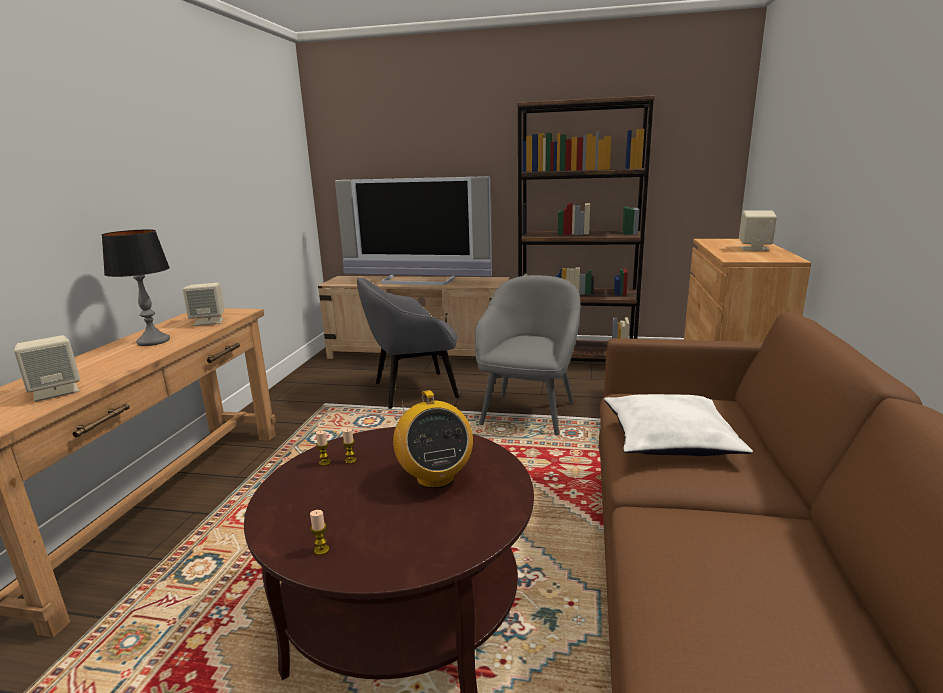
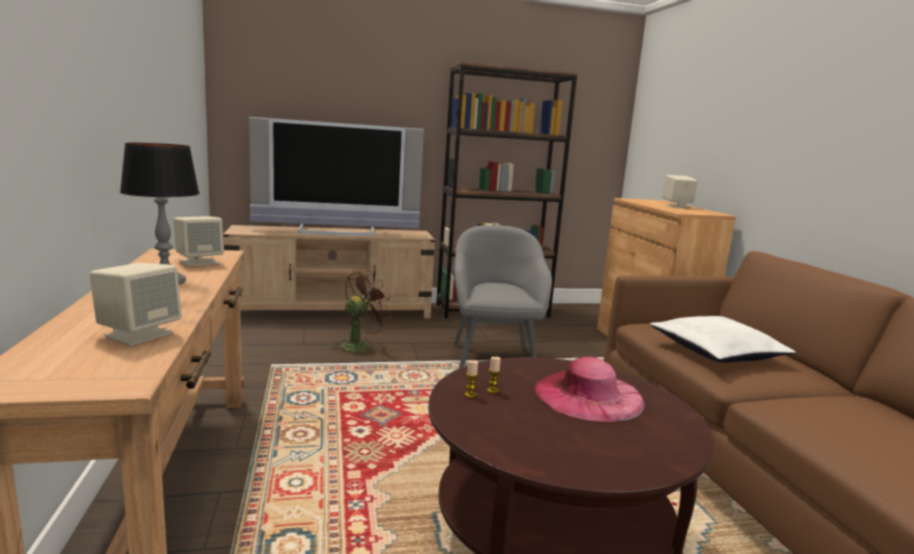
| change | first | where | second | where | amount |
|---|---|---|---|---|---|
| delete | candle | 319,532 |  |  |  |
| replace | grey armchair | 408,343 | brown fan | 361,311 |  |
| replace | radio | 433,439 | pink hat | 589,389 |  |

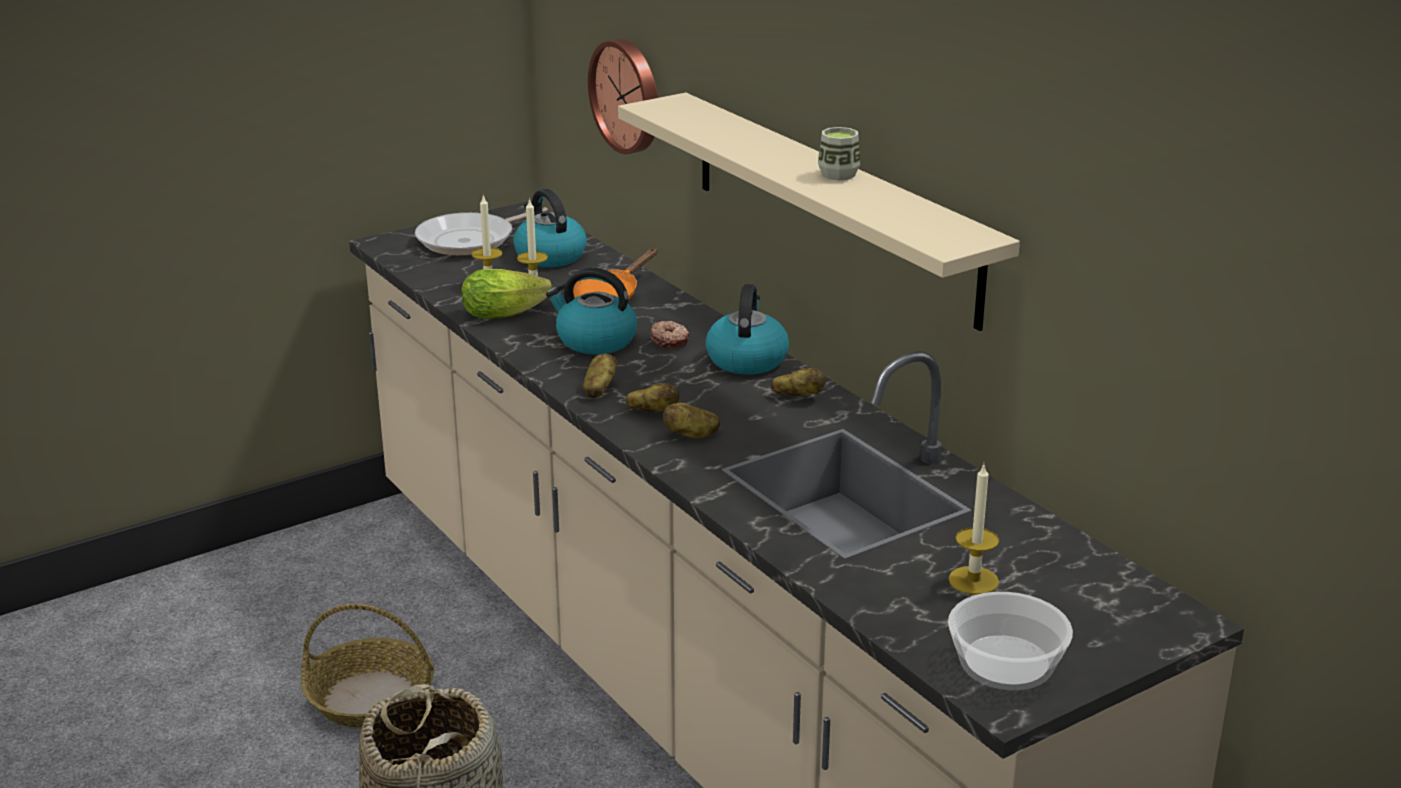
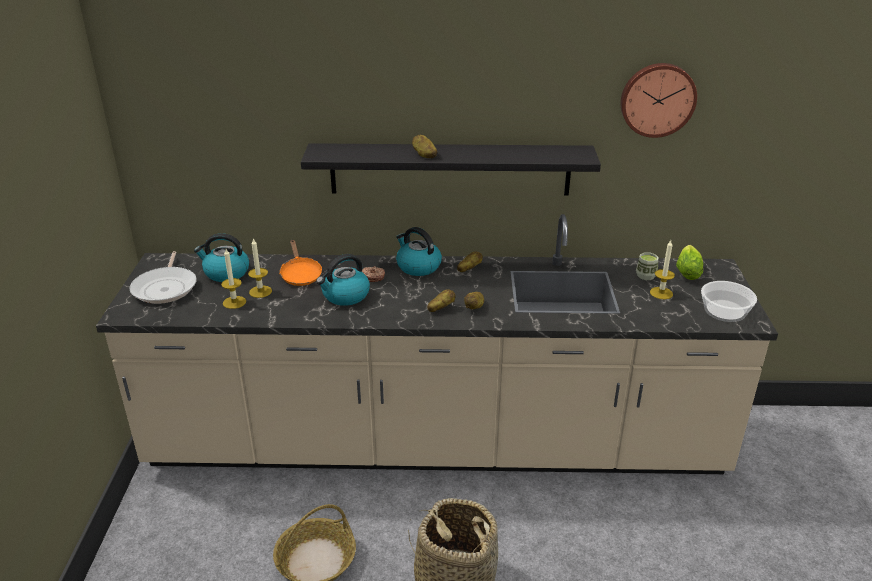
| change | first | where | second | where | amount |
|---|---|---|---|---|---|
| move | lettuce | 506,294 |  | 689,262 |  |
| move | potato | 600,376 |  | 424,146 |  |
| move | wall clock | 623,96 |  | 659,100 |  |
| recolor | beige shelf | 819,212 | black shelf | 451,169 |  |
| move | cup | 839,153 |  | 647,266 |  |

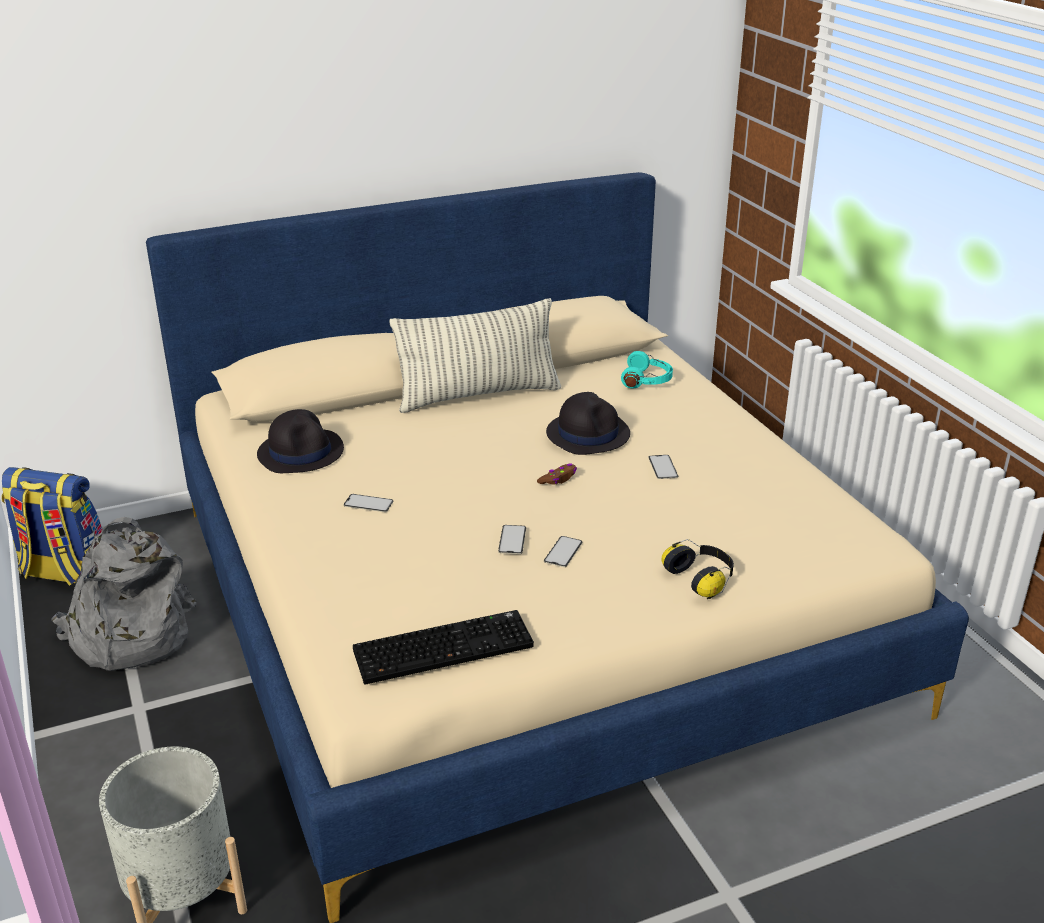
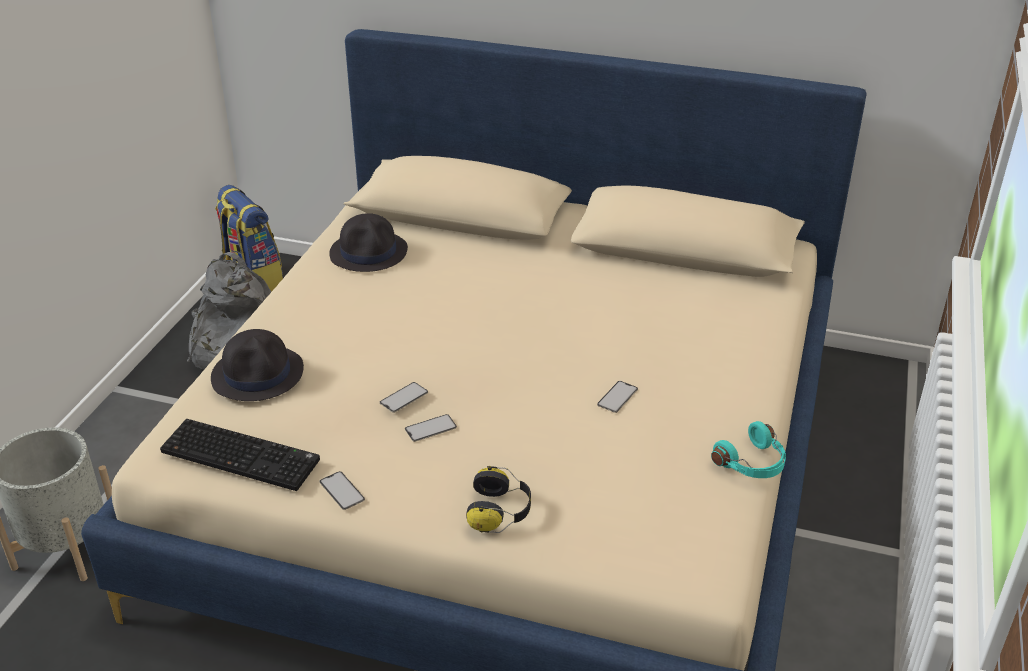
| change | first | where | second | where | amount |
|---|---|---|---|---|---|
| move | phone | 368,503 |  | 342,490 |  |
| delete | pillow | 475,355 |  |  |  |
| delete | brown game controller | 557,474 |  |  |  |
| move | black hat | 588,423 |  | 257,365 |  |
| move | turquoise headphones | 647,369 |  | 748,449 |  |

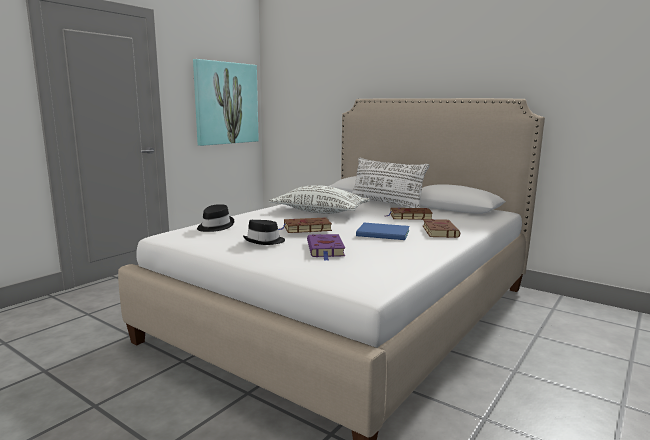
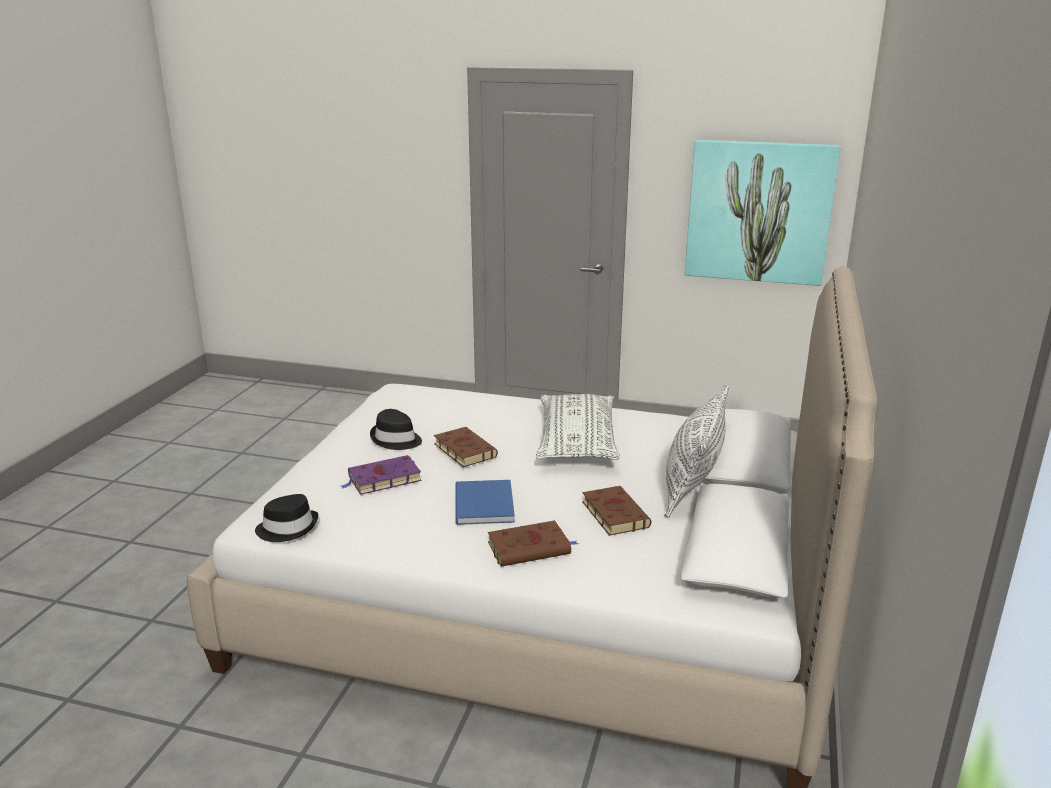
| change | first | where | second | where | amount |
|---|---|---|---|---|---|
| move | black hat | 215,218 |  | 286,518 |  |

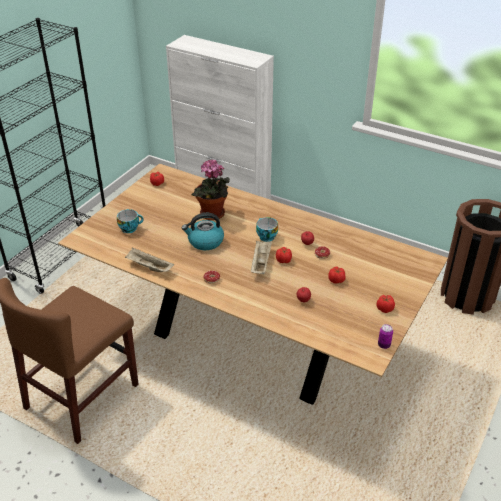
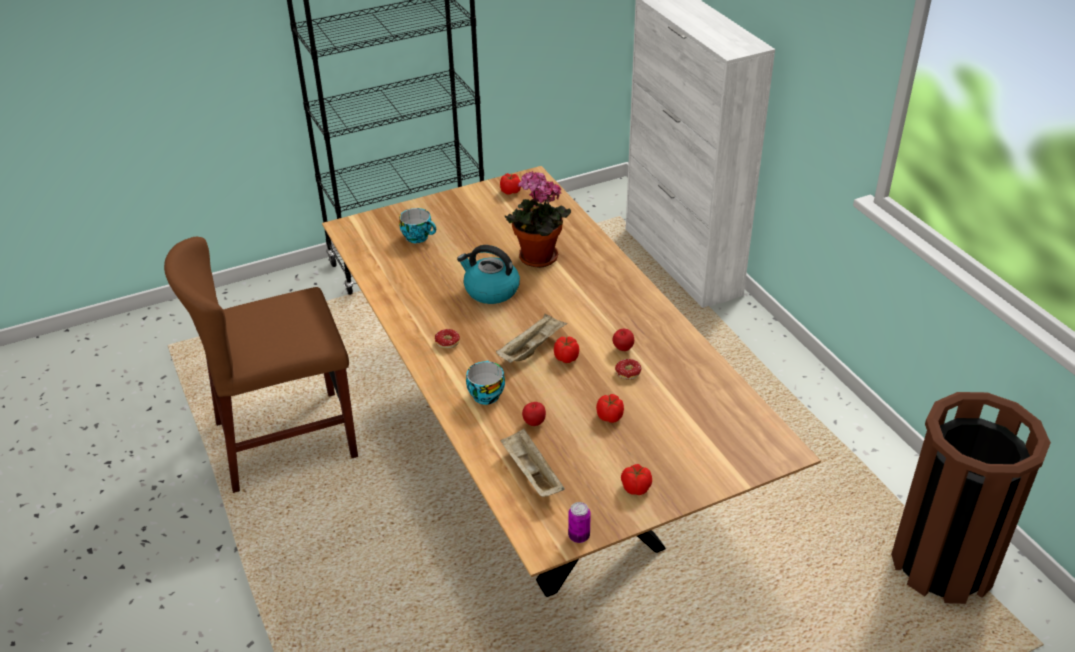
| change | first | where | second | where | amount |
|---|---|---|---|---|---|
| move | beige tray | 149,260 |  | 533,463 |  |
| move | cup | 267,229 |  | 485,382 |  |

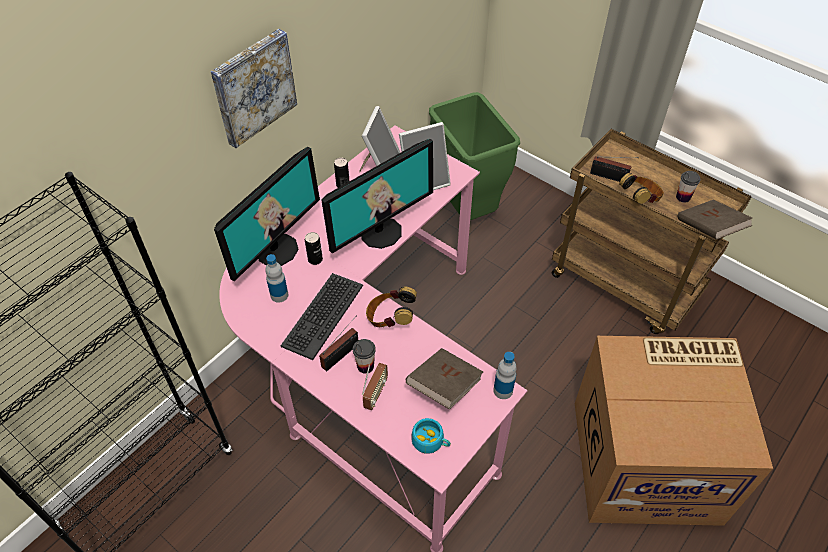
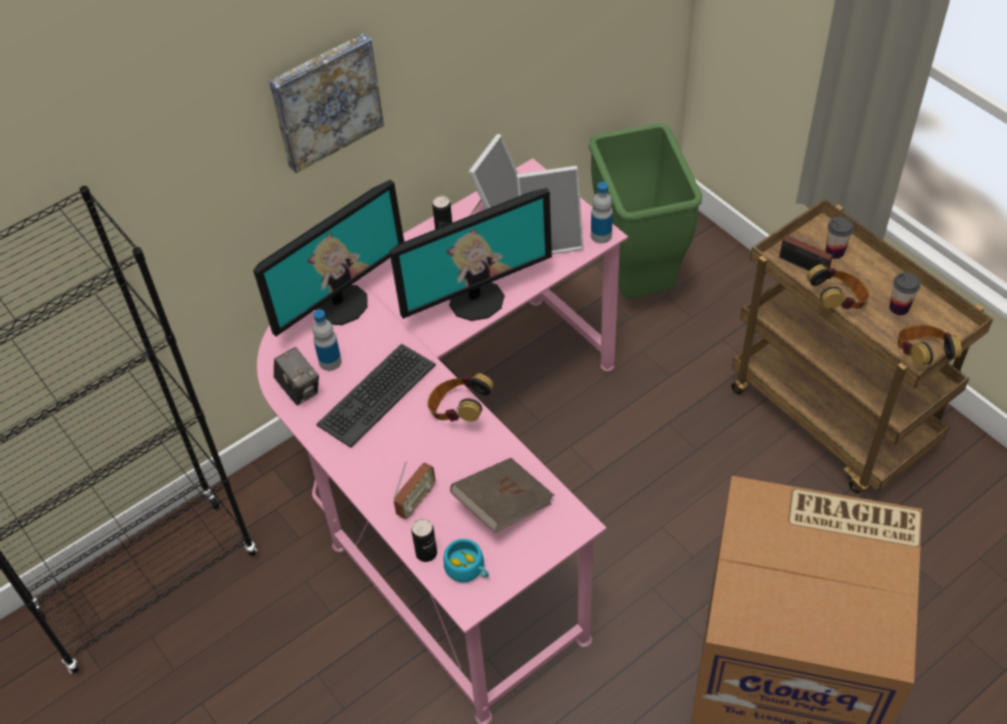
| change | first | where | second | where | amount |
|---|---|---|---|---|---|
| move | can | 314,248 |  | 424,540 |  |
| delete | radio | 338,343 |  |  |  |
| move | cup | 364,356 |  | 839,238 |  |
| move | bottle | 505,375 |  | 602,213 |  |
| replace | brown book | 715,220 | headphones | 930,345 |  |
| insert |  |  | photo camera | 296,376 |  |

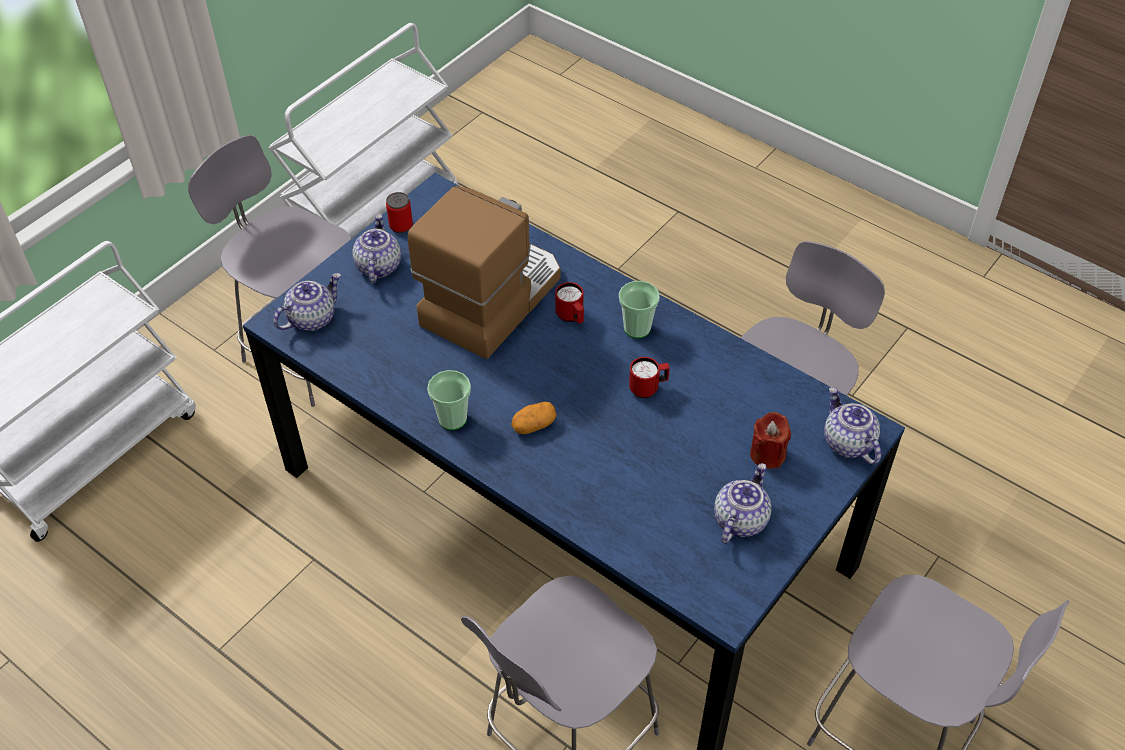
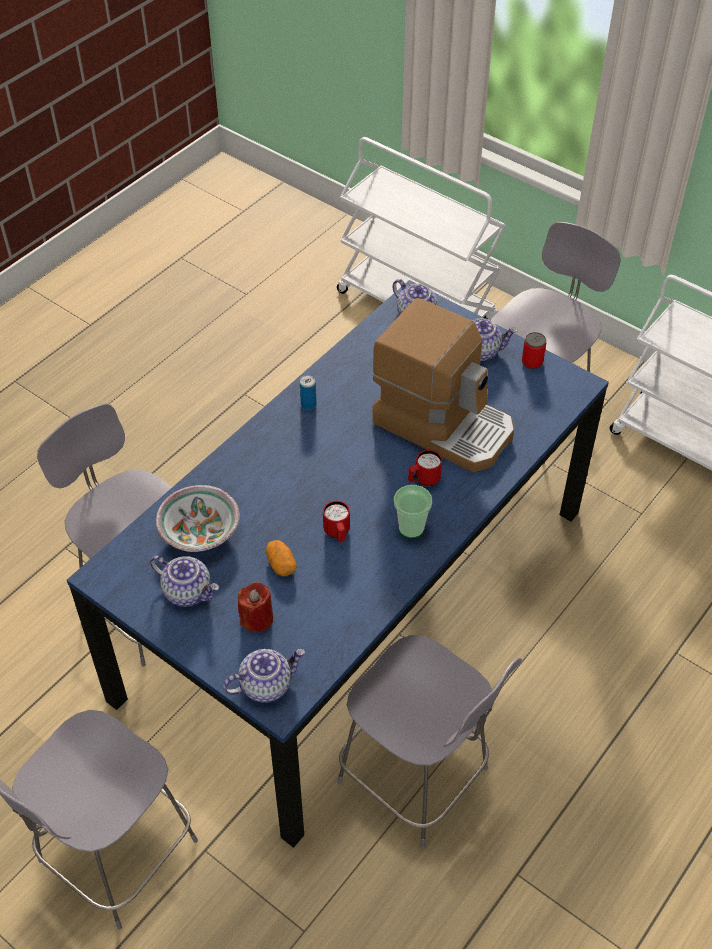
| change | first | where | second | where | amount |
|---|---|---|---|---|---|
| replace | cup | 449,400 | can | 308,392 |  |
| move | potato | 533,418 |  | 281,558 |  |
| insert |  |  | bowl | 198,518 |  |

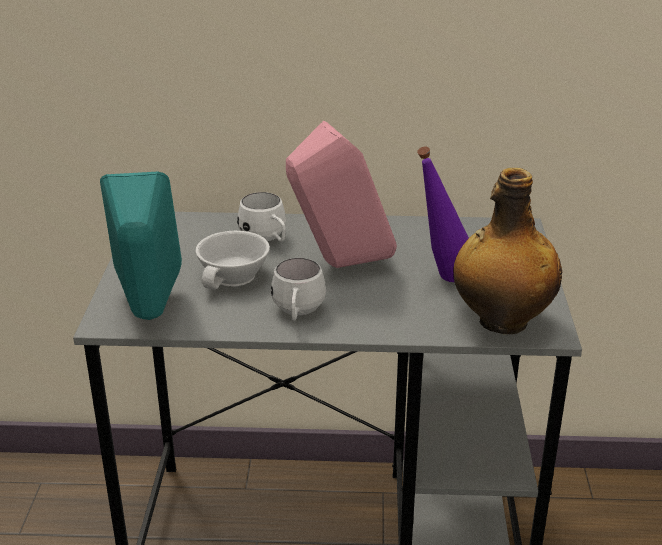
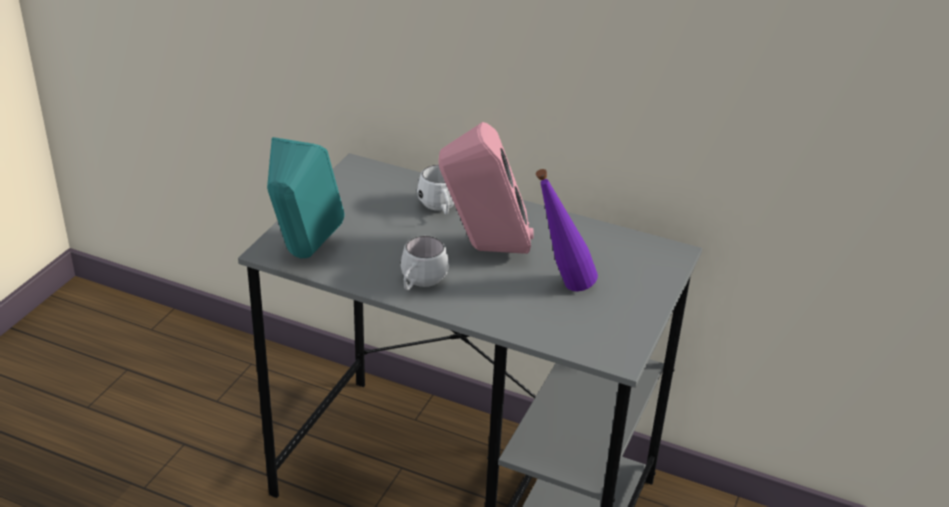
| change | first | where | second | where | amount |
|---|---|---|---|---|---|
| delete | white cup | 232,260 |  |  |  |
| delete | bottle | 507,251 |  |  |  |

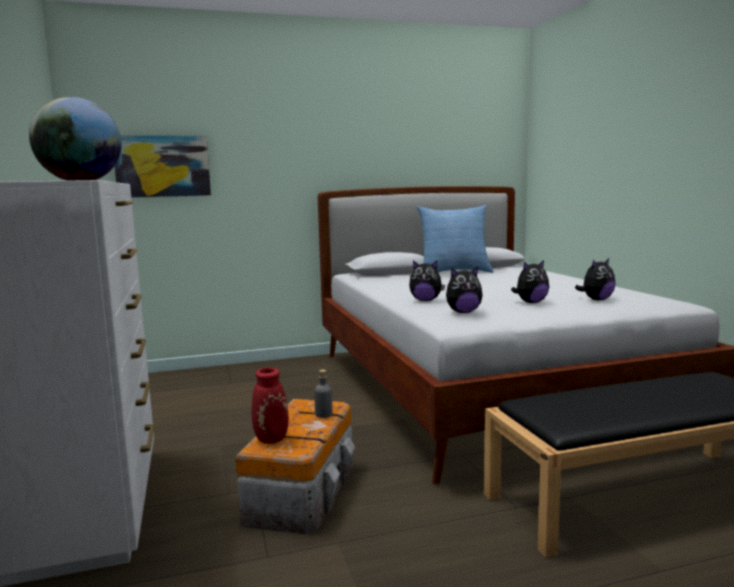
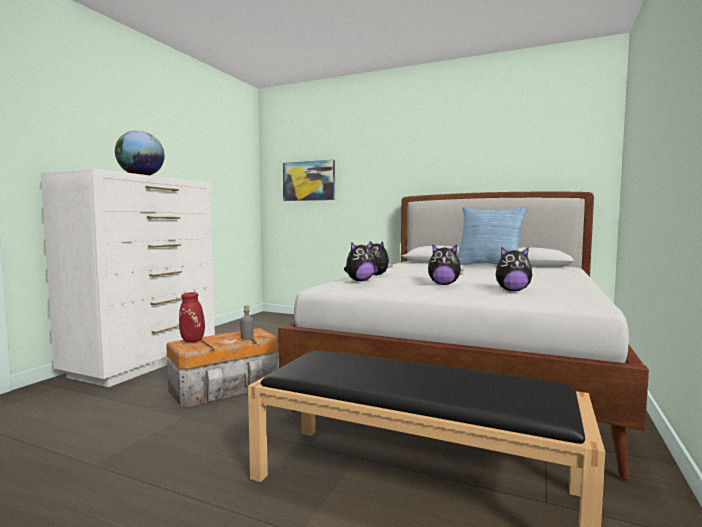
| change | first | where | second | where | amount |
|---|---|---|---|---|---|
| rotate | plush toy | 464,290 |  | 360,261 | 60 degrees counterclockwise |

